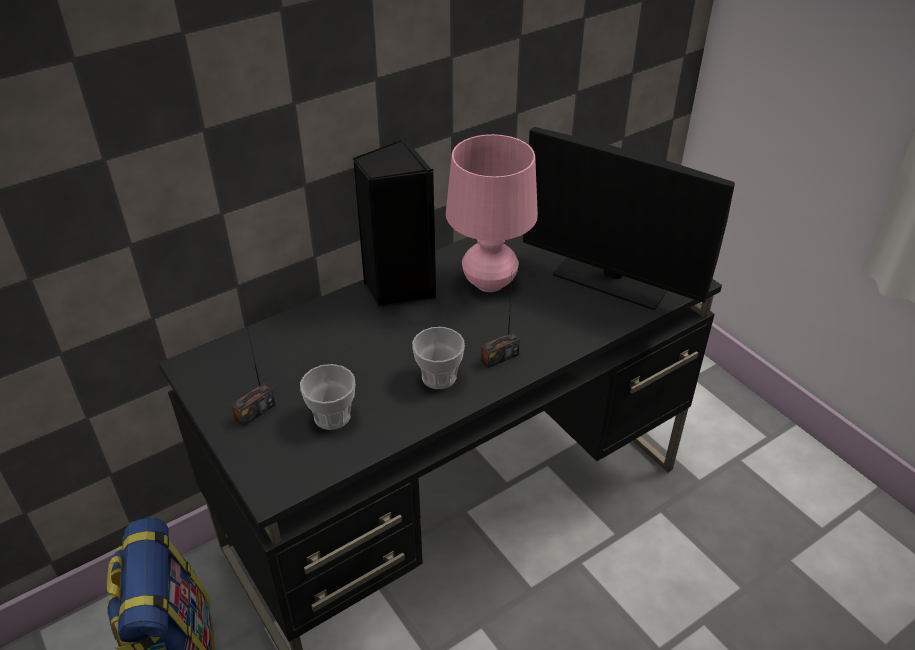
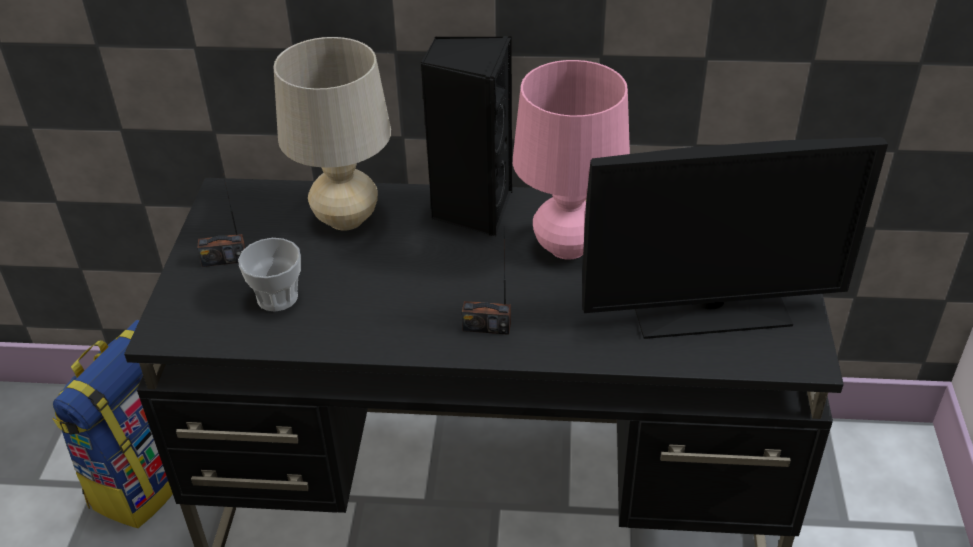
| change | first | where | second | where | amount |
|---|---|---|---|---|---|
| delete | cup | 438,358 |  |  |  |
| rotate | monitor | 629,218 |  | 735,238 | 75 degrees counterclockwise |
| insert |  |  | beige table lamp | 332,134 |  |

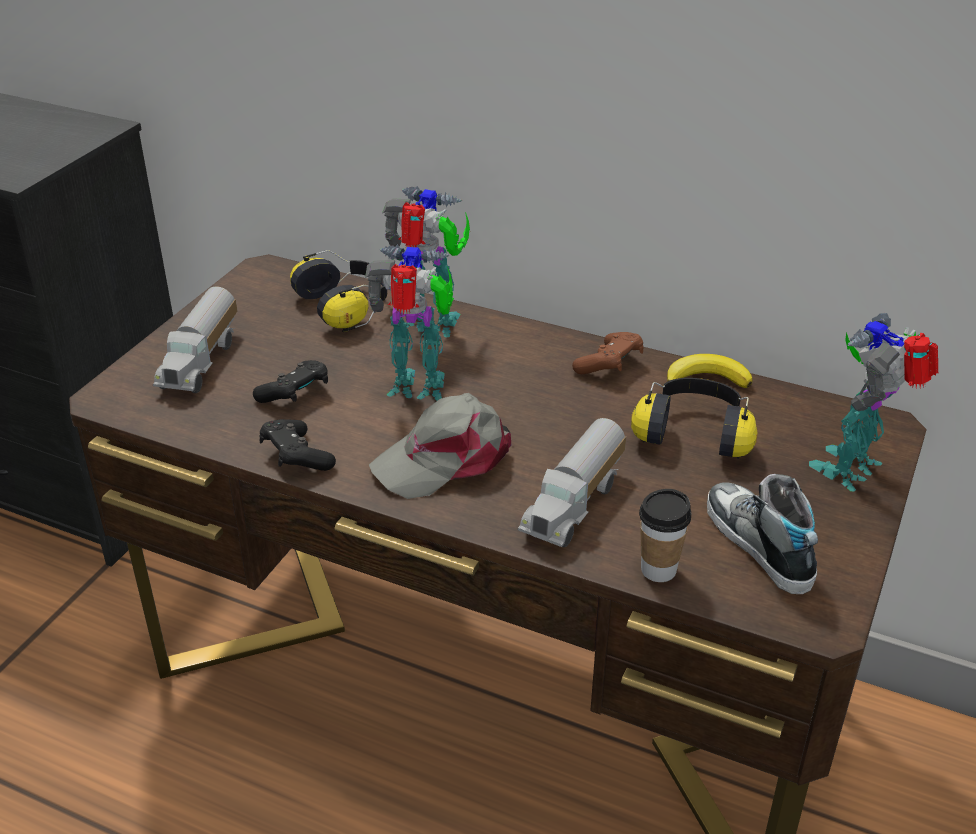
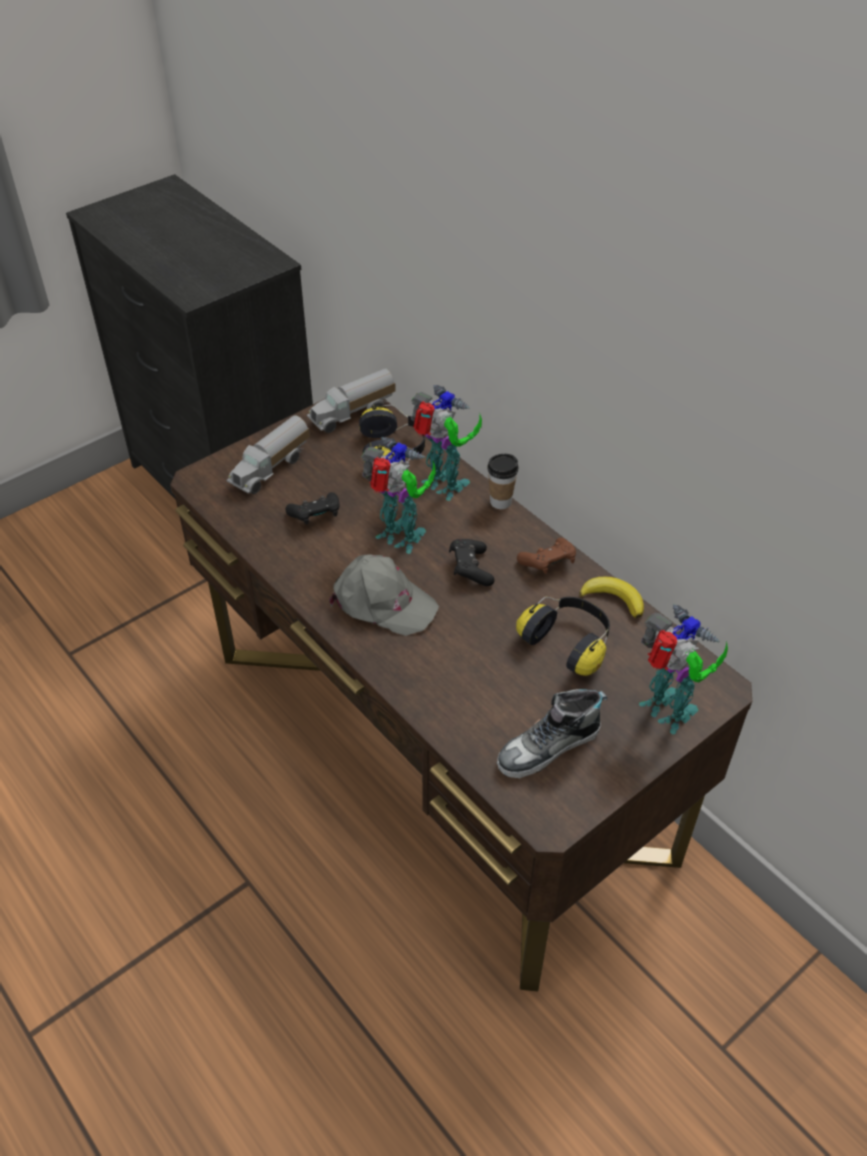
| change | first | where | second | where | amount |
|---|---|---|---|---|---|
| move | black game controller | 297,445 |  | 472,562 |  |
| rotate | grey cap | 440,446 |  | 384,595 | 150 degrees counterclockwise |
| move | toy truck | 572,482 |  | 351,400 |  |
| move | cup | 665,535 |  | 503,481 |  |
| rotate | shoe | 762,534 |  | 551,733 | 120 degrees counterclockwise |
| rotate | toy robot | 873,402 |  | 683,669 | 75 degrees clockwise |

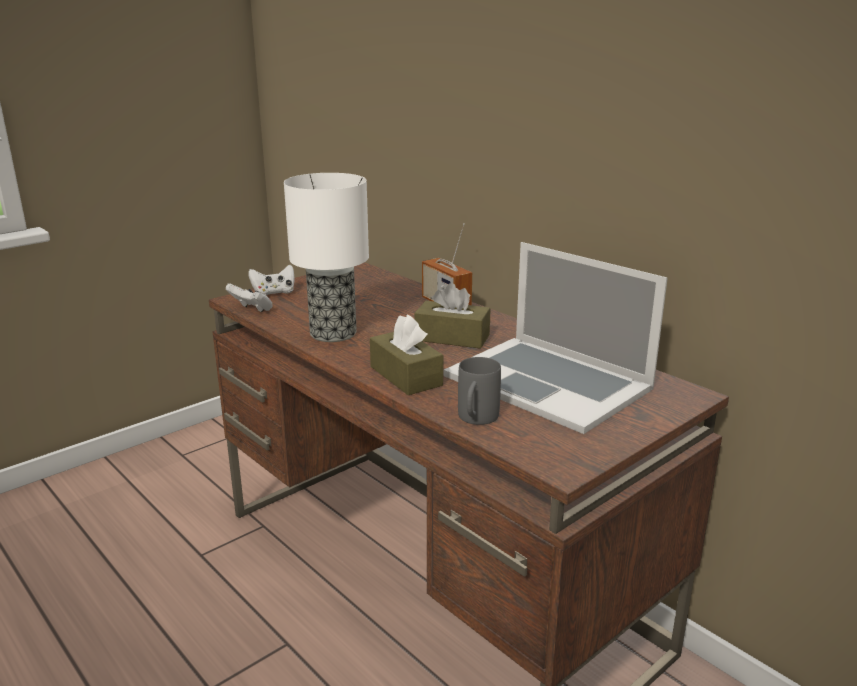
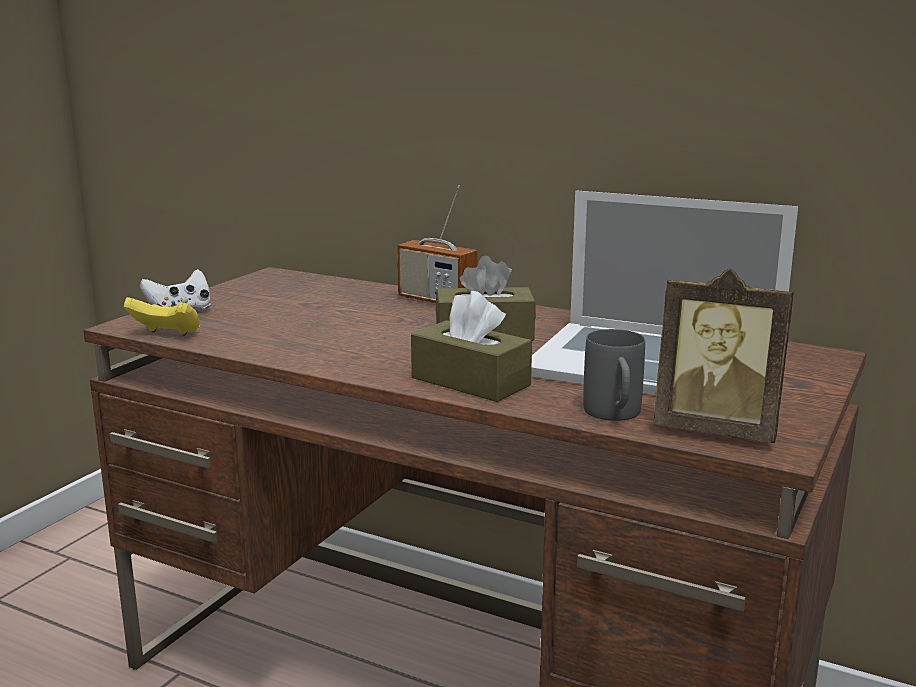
| change | first | where | second | where | amount |
|---|---|---|---|---|---|
| recolor | white game controller | 249,297 | yellow game controller | 161,316 |  |
| delete | table lamp | 326,257 |  |  |  |
| insert |  |  | picture frame | 723,355 |  |

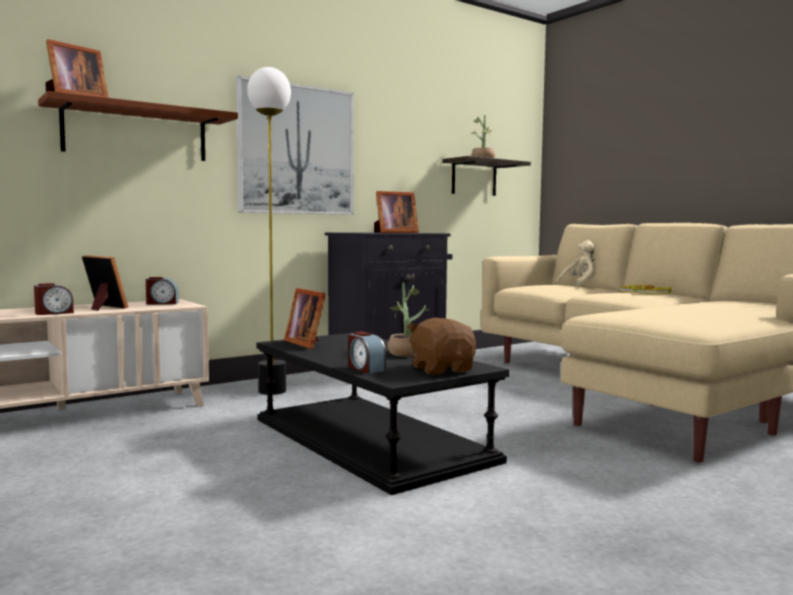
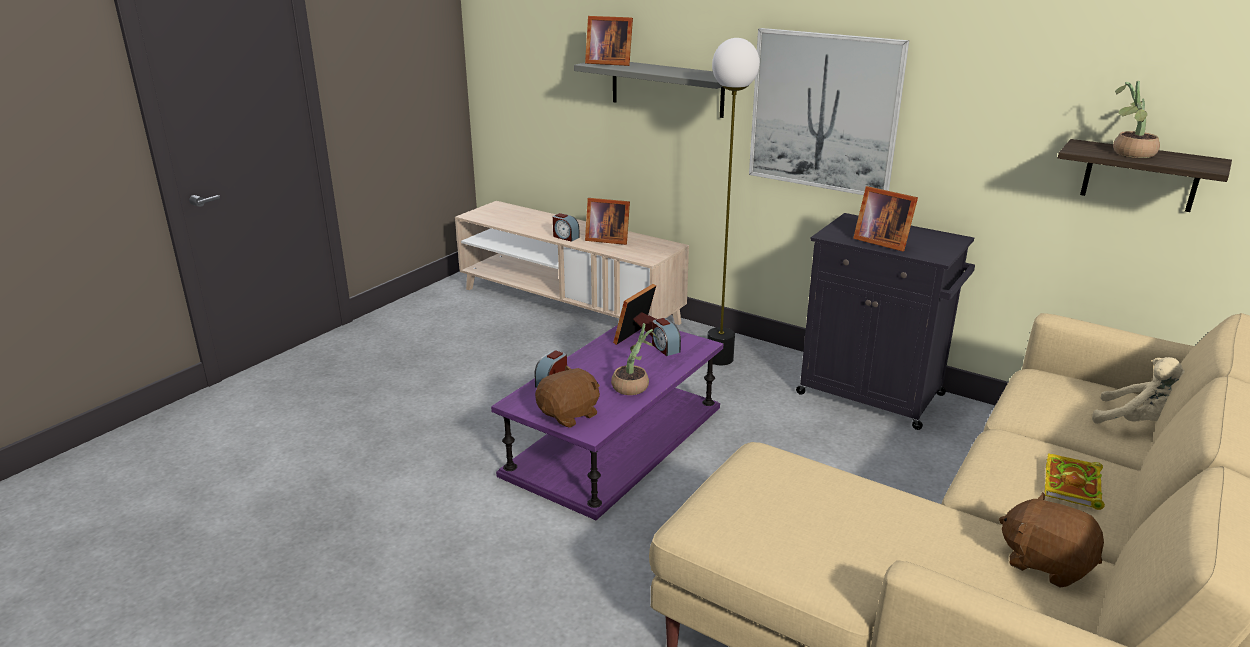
| change | first | where | second | where | amount |
|---|---|---|---|---|---|
| recolor | brown shelf | 138,126 | grey shelf | 649,90 |  |
| rotate | picture frame | 105,283 |  | 607,221 | 90 degrees clockwise |
| move | alarm clock | 162,290 |  | 666,337 |  |
| recolor | black coffee table | 383,414 | purple coffee table | 607,422 |  |
| insert |  |  | brown plush toy | 1051,540 |  |

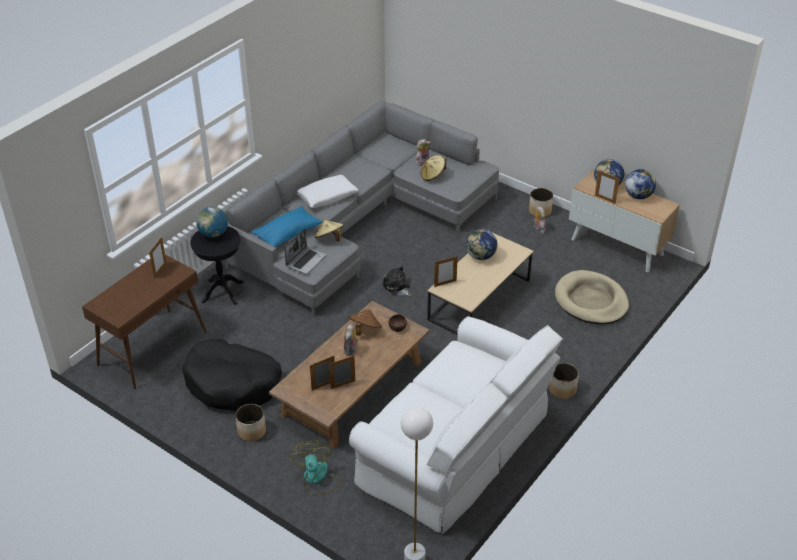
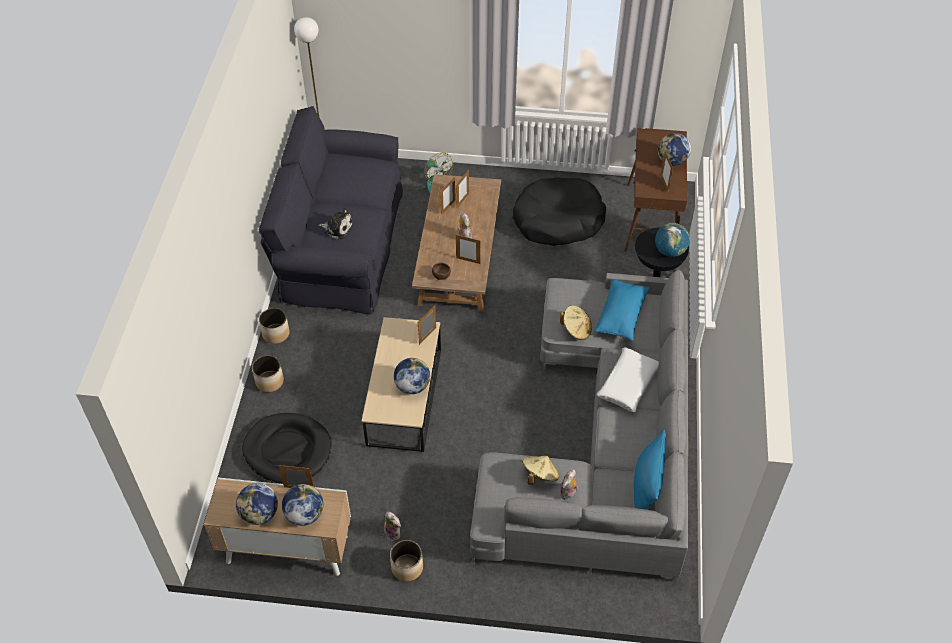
| change | first | where | second | where | amount |
|---|---|---|---|---|---|
| move | planter | 250,422 |  | 268,373 |  |
| delete | laptop | 305,251 |  |  |  |
| replace | brown hat | 365,322 | picture frame | 468,249 |  |
| recolor | white sofa | 456,425 | black sofa | 331,210 |  |
| move | plush toy | 396,281 |  | 336,223 |  |
| recolor | beige dog bed | 592,297 | black dog bed | 287,448 |  |
| insert |  |  | blue pillow | 650,469 |  |
| insert |  |  | globe | 674,149 |  |

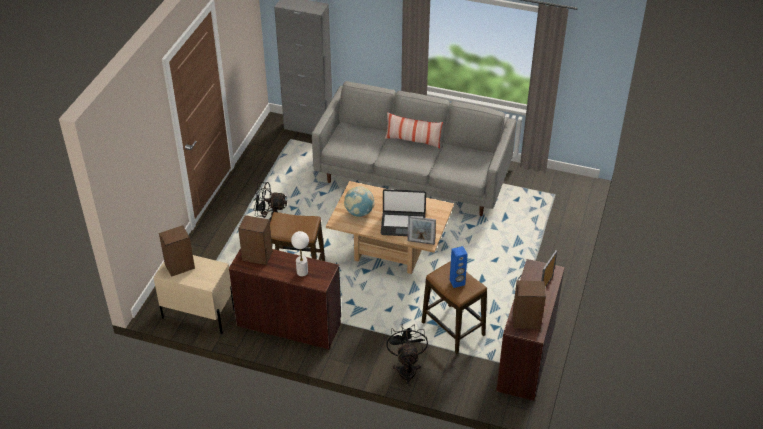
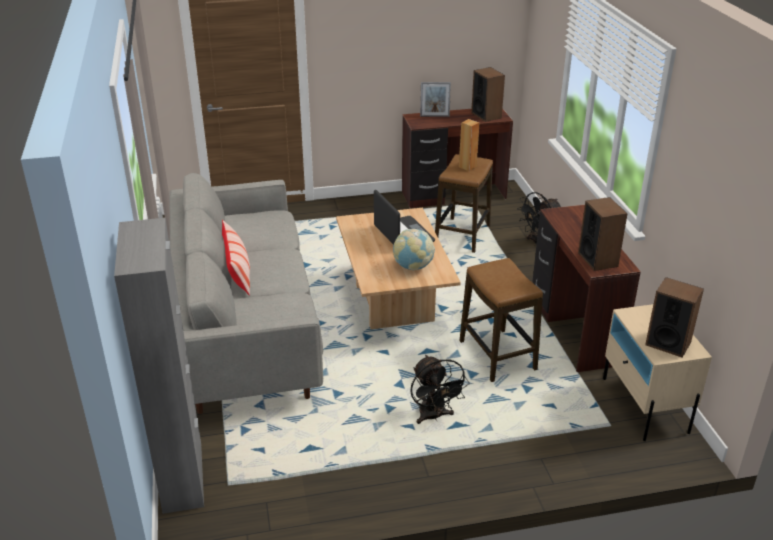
| change | first | where | second | where | amount |
|---|---|---|---|---|---|
| delete | white table lamp | 300,254 |  |  |  |
| delete | picture frame | 421,230 |  |  |  |
| recolor | blue speaker | 459,267 | brown speaker | 469,145 |  |

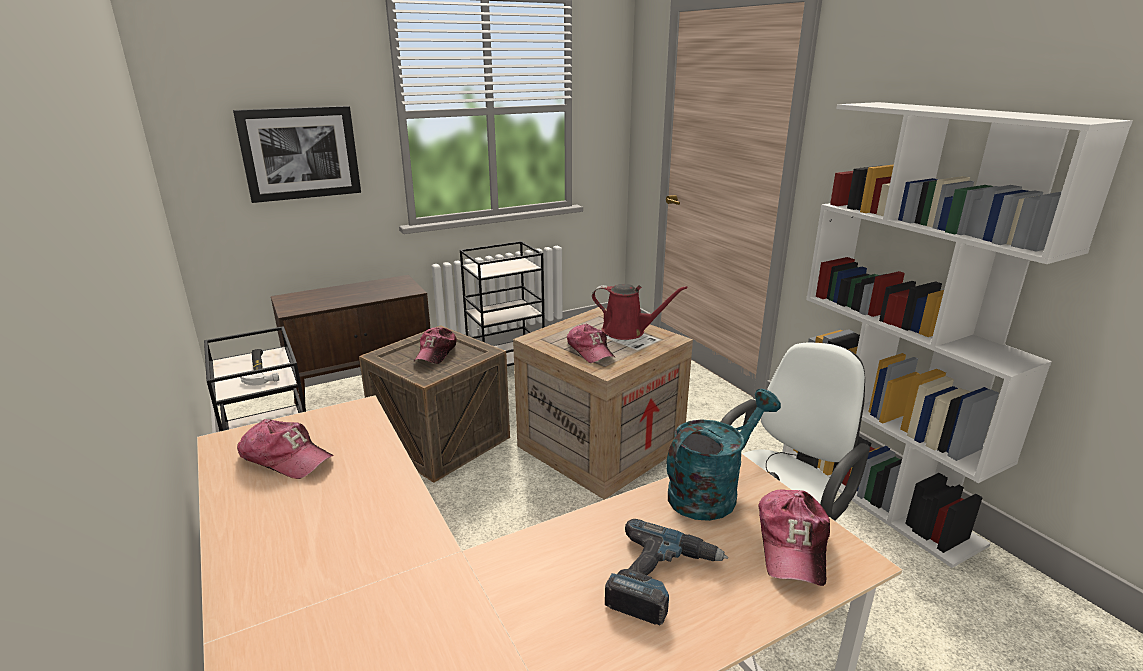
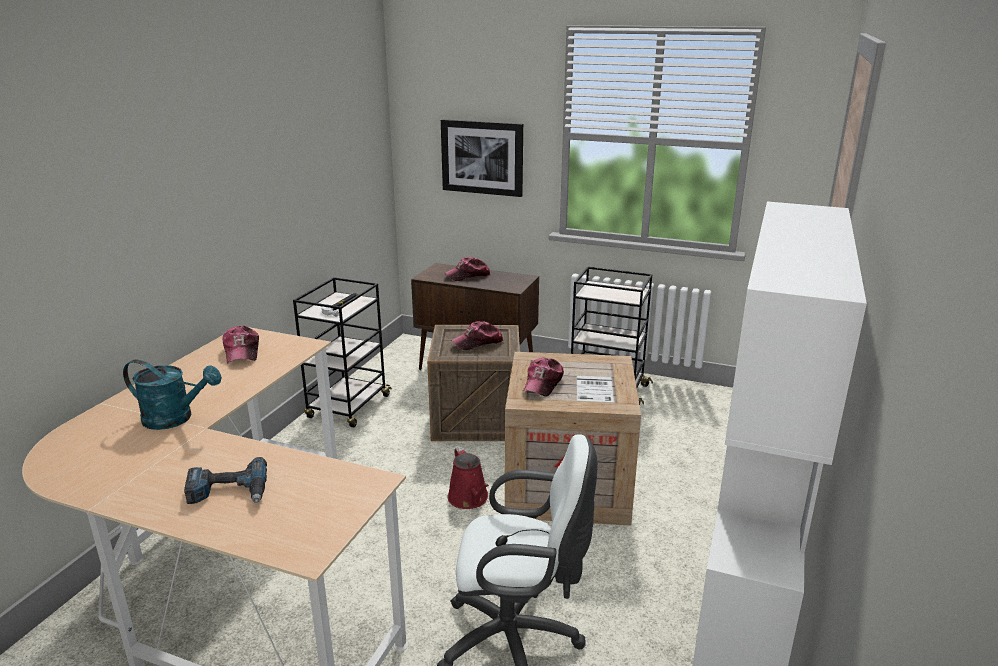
| change | first | where | second | where | amount |
|---|---|---|---|---|---|
| move | red watering can | 640,312 |  | 468,478 |  |
| move | turquoise watering can | 723,455 |  | 172,394 |  |
| move | cap | 794,538 |  | 467,269 |  |

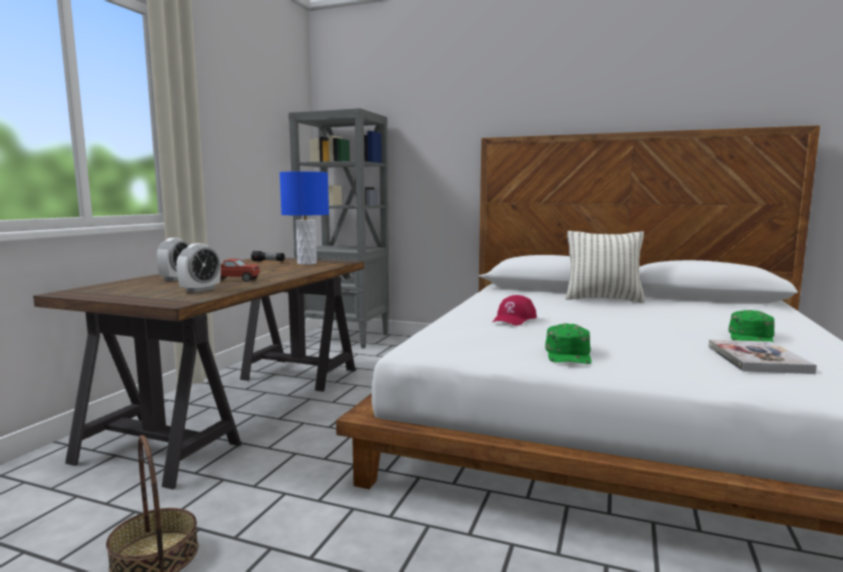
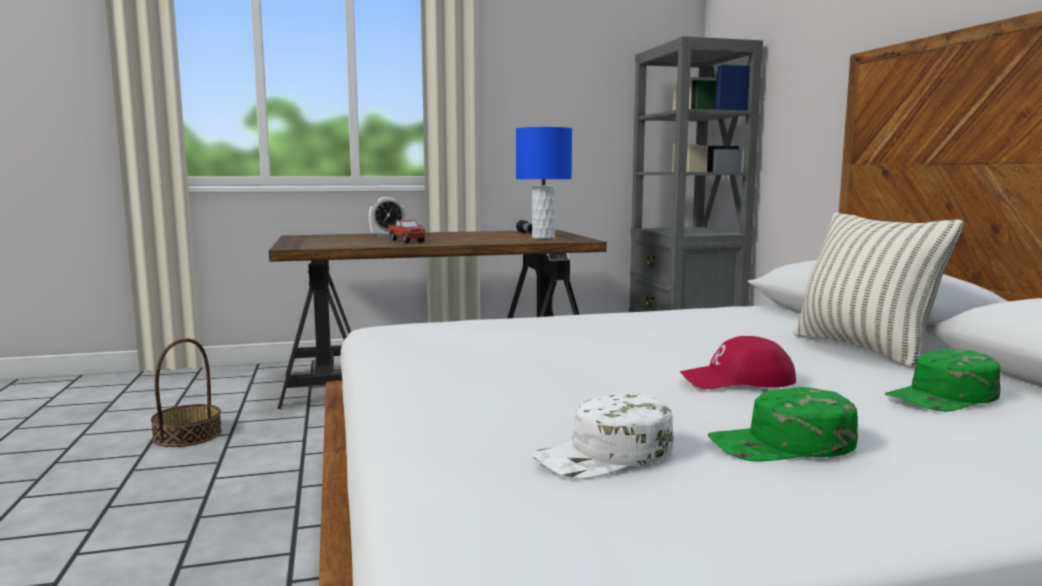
| change | first | where | second | where | amount |
|---|---|---|---|---|---|
| delete | alarm clock | 198,268 |  |  |  |
| move | red cap | 515,310 |  | 738,362 |  |
| move | green cap | 568,343 |  | 942,380 |  |
| replace | book | 762,357 | white cap | 603,436 |  |

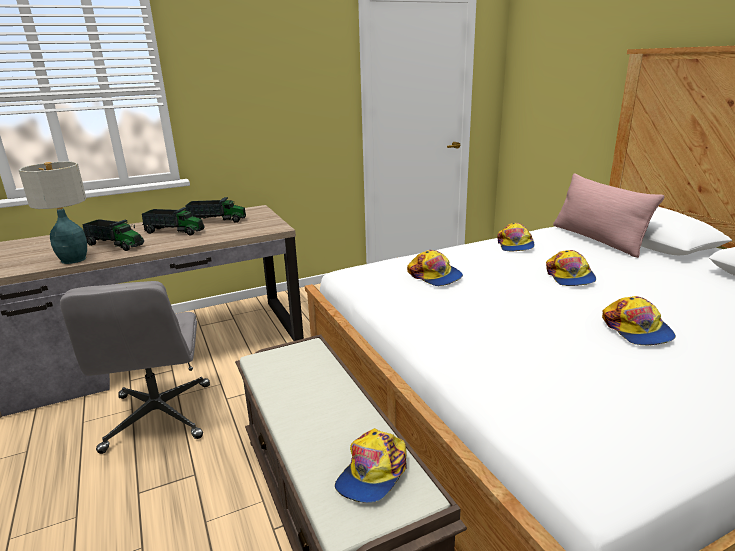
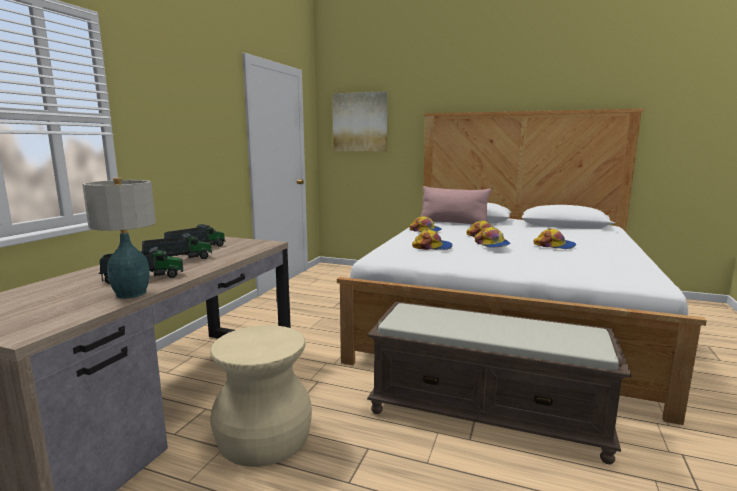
| change | first | where | second | where | amount |
|---|---|---|---|---|---|
| replace | grey office chair | 135,367 | beige stool | 261,396 |  |
| move | cap | 371,465 |  | 492,237 |  |
| insert |  |  | picture | 360,121 |  |

